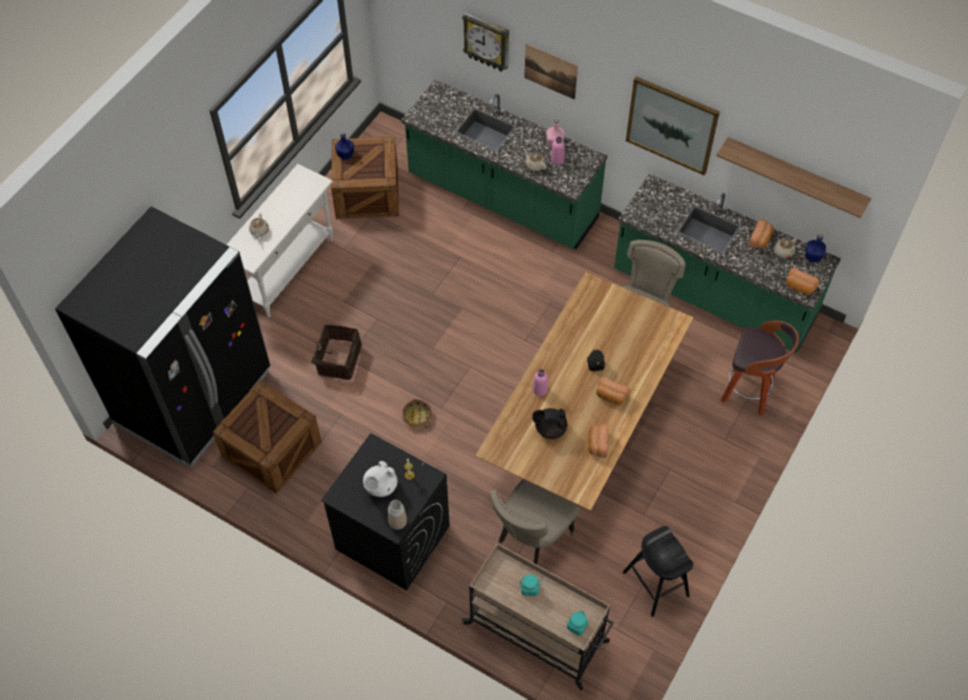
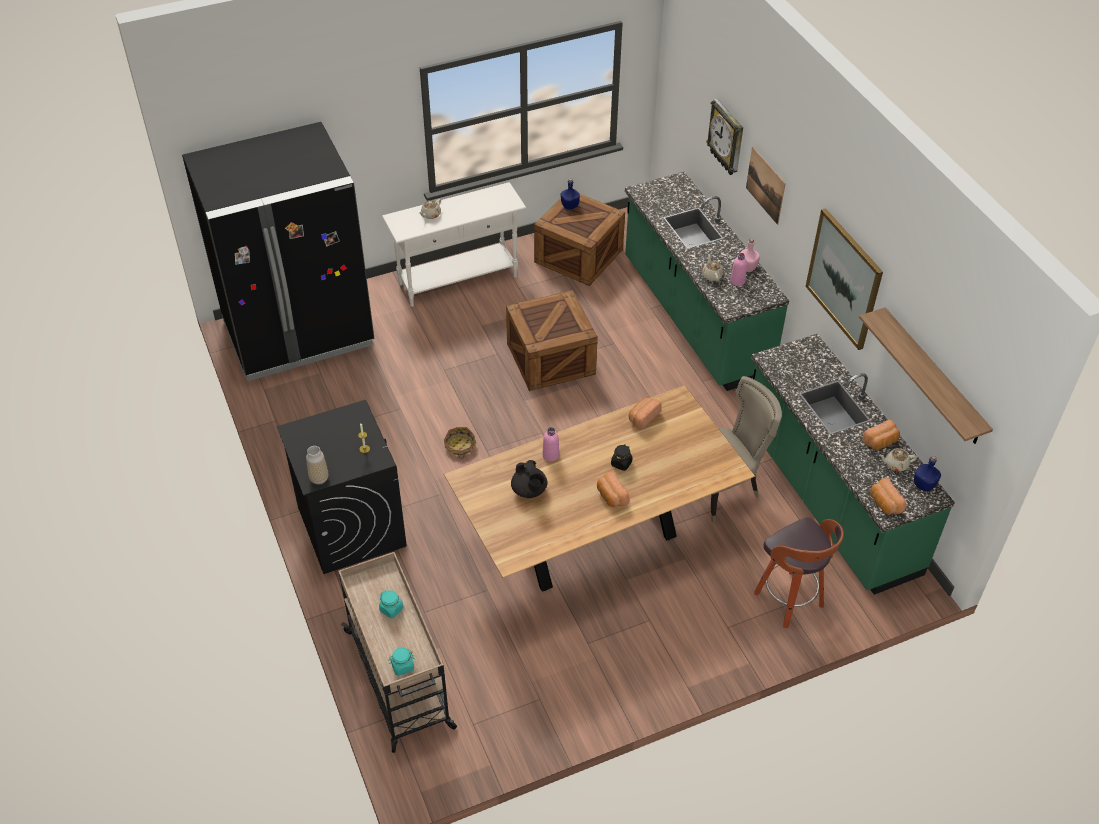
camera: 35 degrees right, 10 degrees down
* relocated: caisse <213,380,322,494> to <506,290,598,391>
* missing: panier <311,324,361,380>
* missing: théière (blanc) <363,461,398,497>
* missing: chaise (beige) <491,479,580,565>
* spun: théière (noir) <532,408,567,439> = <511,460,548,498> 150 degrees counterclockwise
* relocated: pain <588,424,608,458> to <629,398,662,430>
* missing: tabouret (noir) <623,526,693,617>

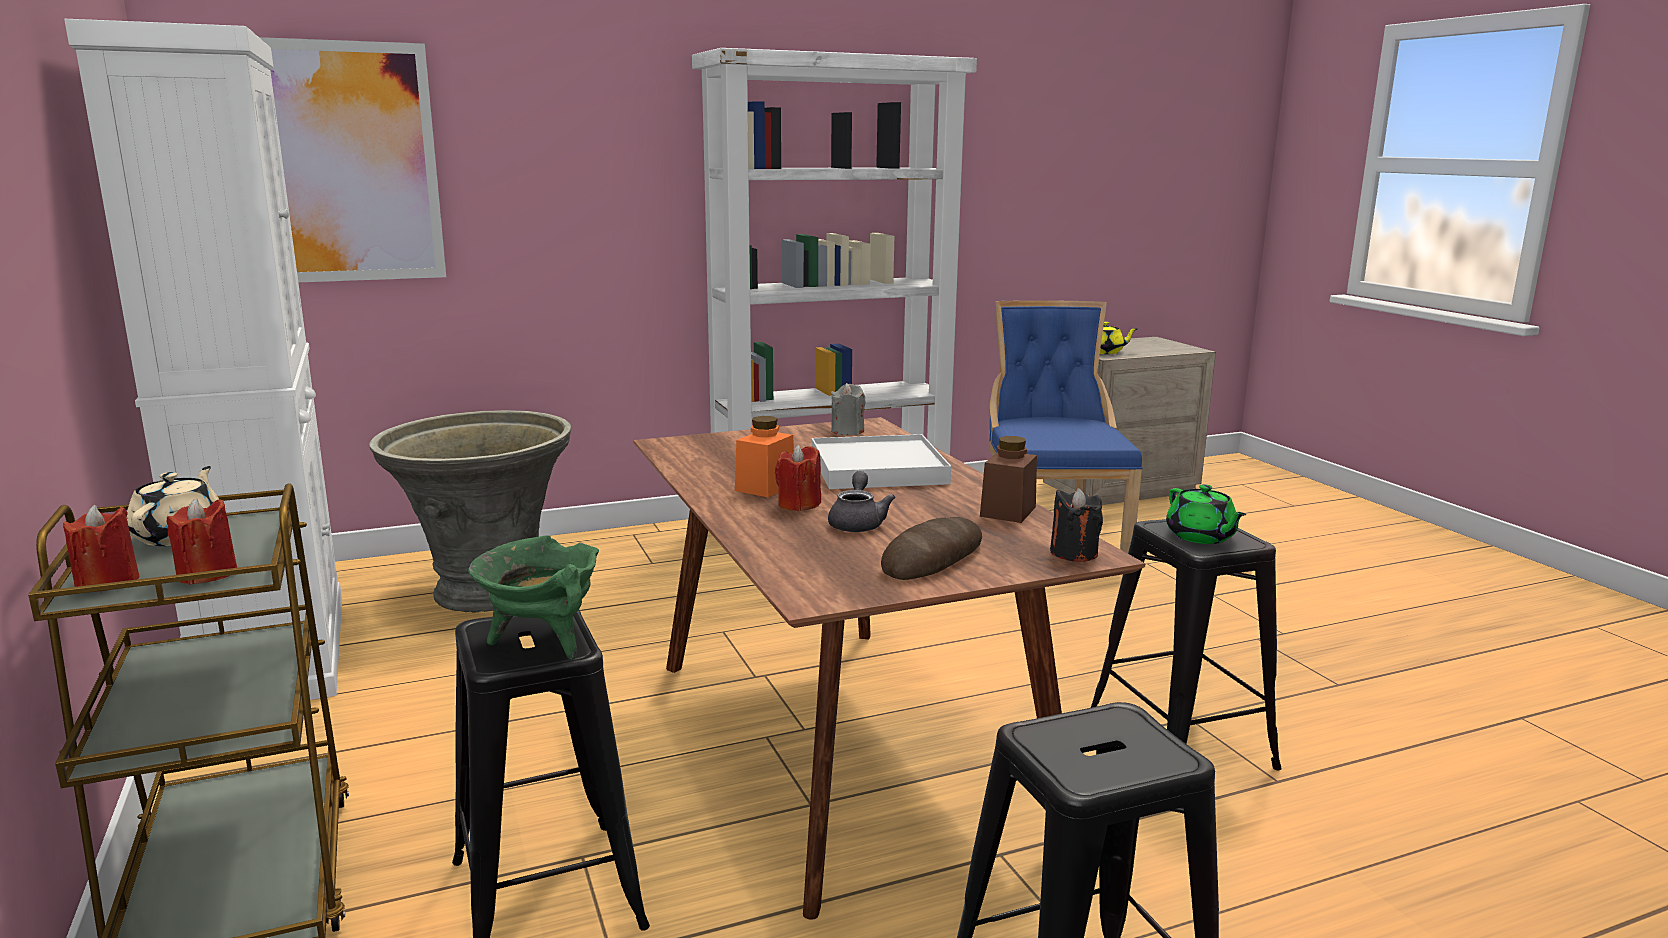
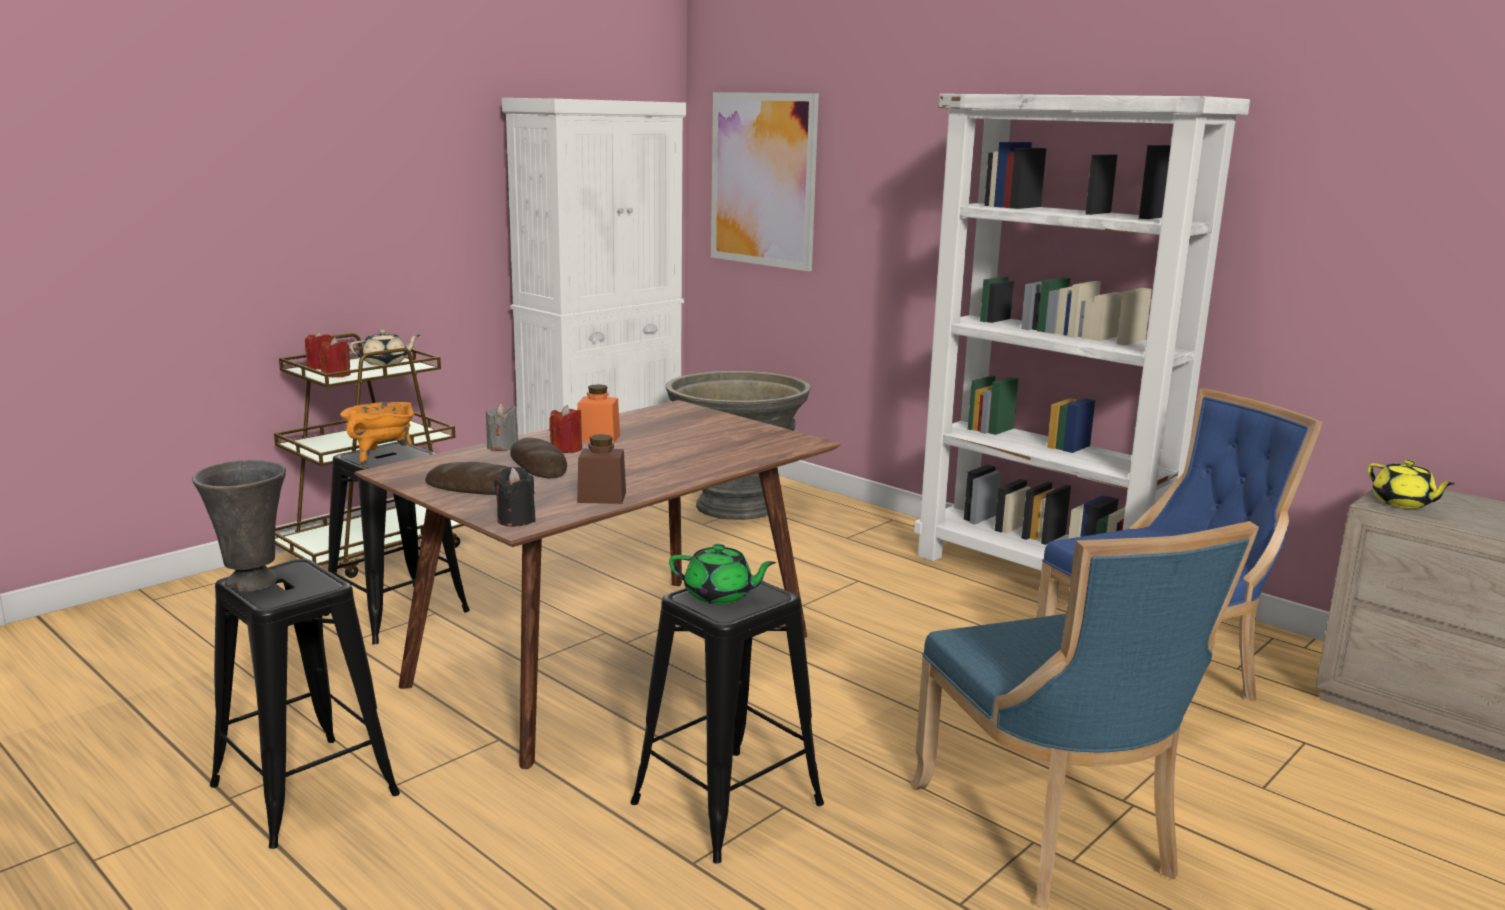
camera: 65 degrees right, 0 degrees up
* colour: marmite (vert) <468,536,599,659> to marmite (orange) <340,402,415,466>
* missing: plateau (blanc) <812,434,951,489>
* exchanged: théière (gris) <828,471,896,532> to pain <510,438,567,478>
* relocated: bougie (gris) <831,383,865,435> to <486,403,518,451>
* spun: théière (vert) <1166,484,1247,544> = <669,544,776,604> 120 degrees counterclockwise
* appeared: vase (gris) <192,460,286,591>
* appeared: chaise (bleu) <910,521,1259,909>

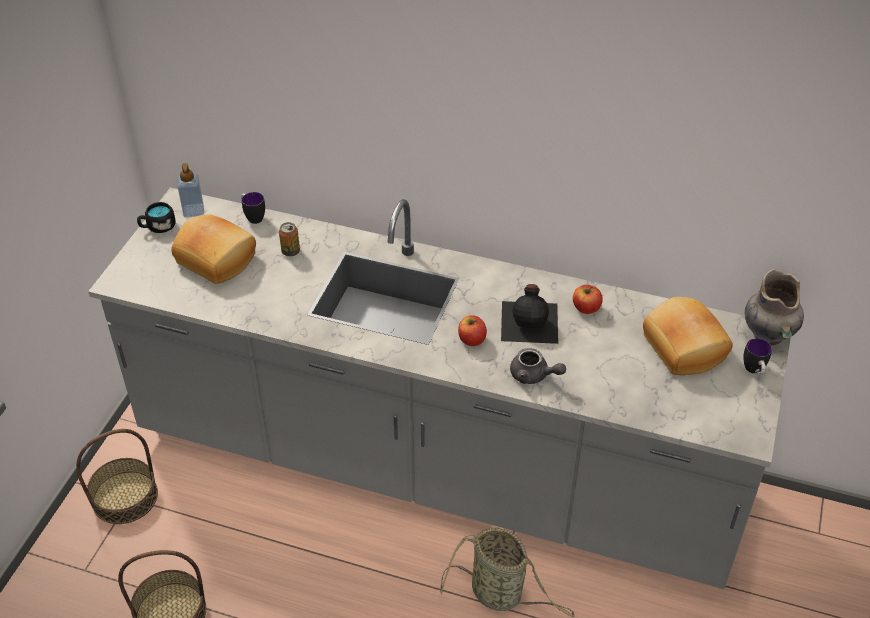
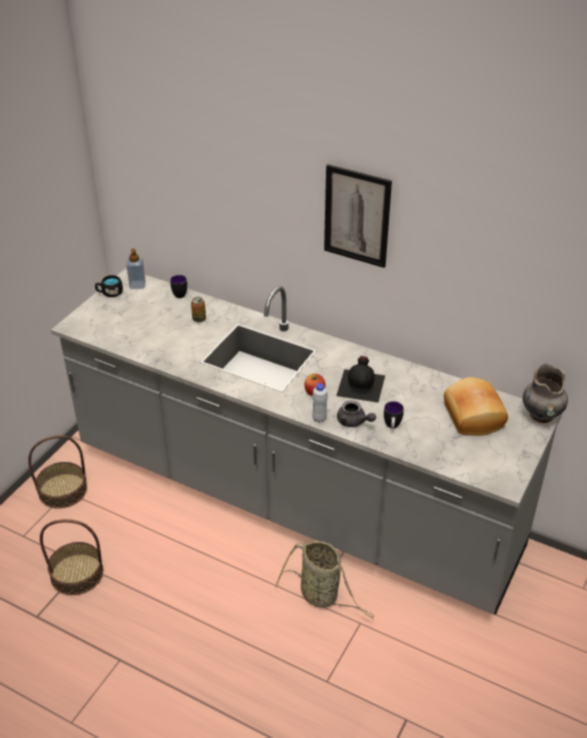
camera: 10 degrees right, 5 degrees down
* missing: pain <171,214,256,284>
* missing: pomme <573,285,603,314>
* relocated: mug <743,338,772,374> to <384,401,404,429>
* appeared: bouteille (blanc) <312,383,328,423>
* appeared: tableau <324,164,392,268>

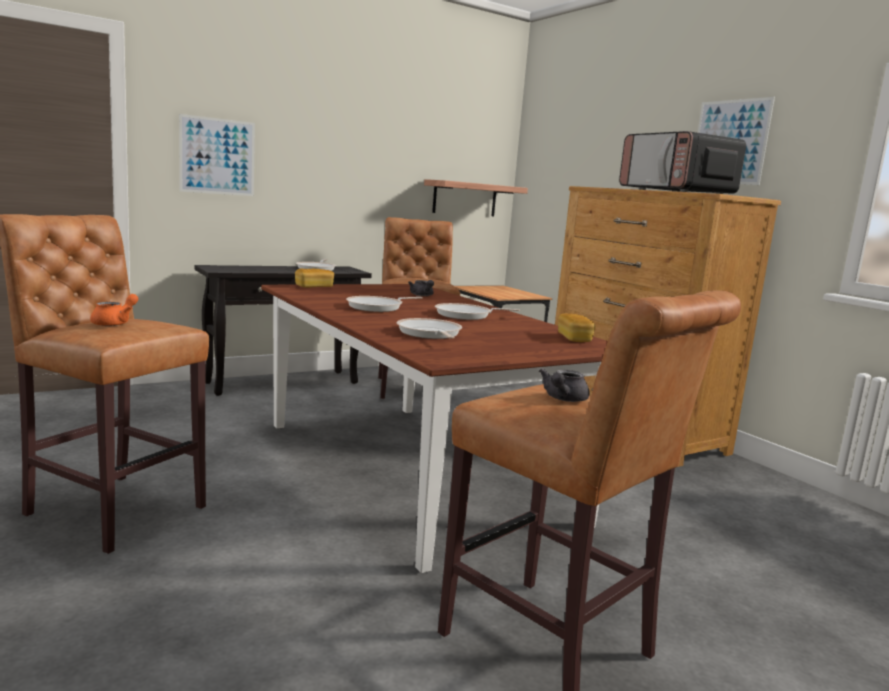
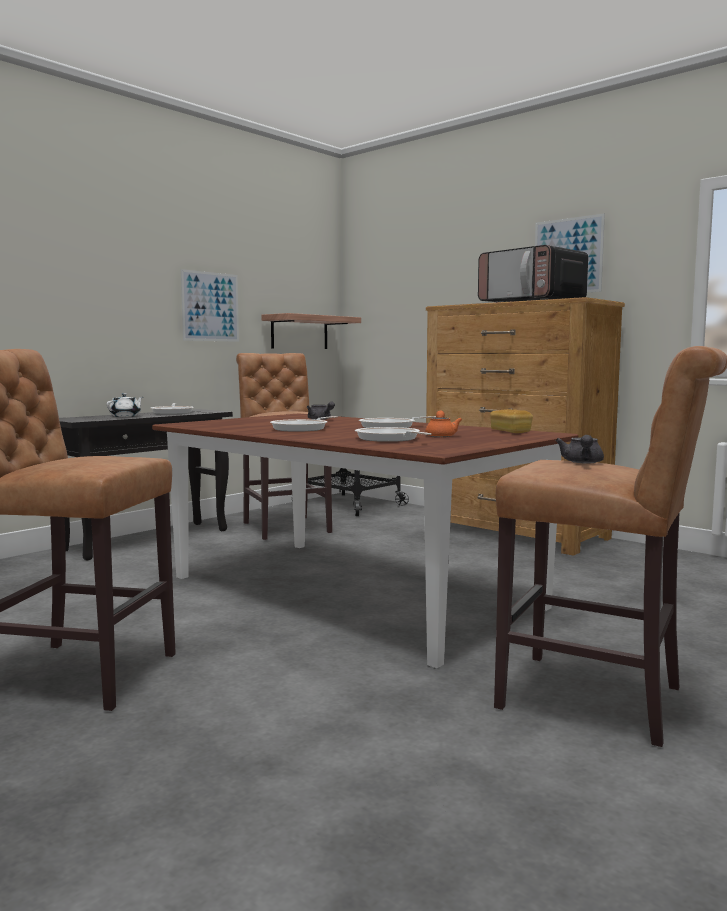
camera: 15 degrees left, 5 degrees down
* relocated: théière (orange) <90,294,138,326> to <425,411,462,437>
* relocated: tableau <179,114,255,196> to <181,269,239,342>
* missing: pain <295,268,334,288>
* appeared: théière (blanc) <107,393,143,417>

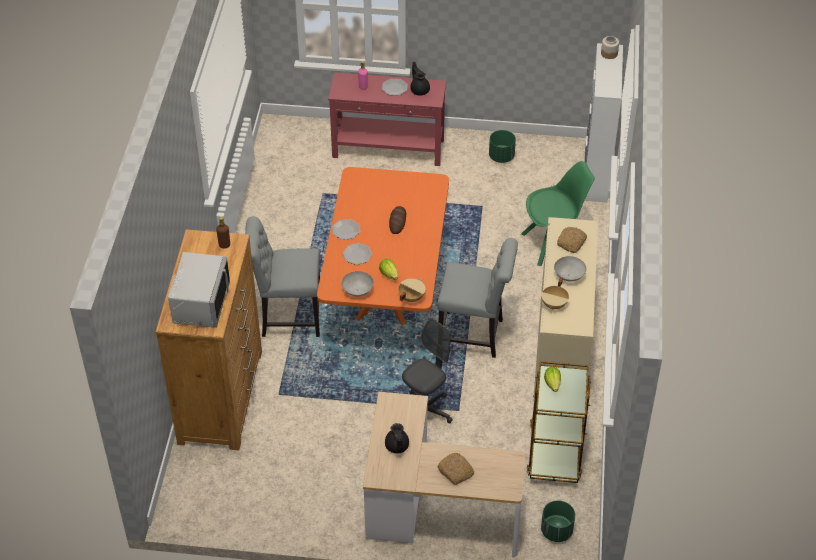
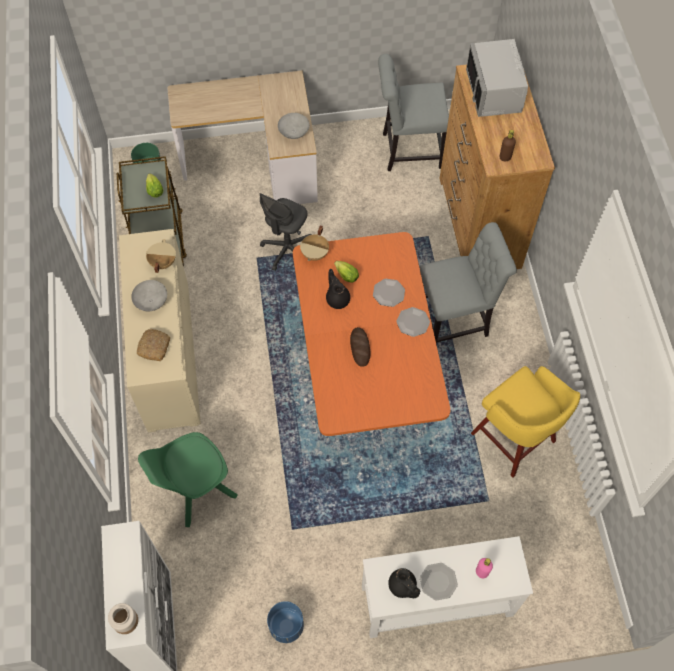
camera: 165 degrees right, 15 degrees up
* colour: table console (rouge) <328,72,446,166> to table console (blanc) <362,536,533,638>
* relocated: bol (gris) <342,271,374,297> to <278,113,310,139>
* relocated: théière (noir) <385,423,409,454> to <326,269,350,309>
* relocated: chaise (gris) <437,238,518,358> to <378,54,449,171>
* missing: pain <437,453,474,485>
* colour: cache-pot (vert) <489,130,516,163> to cache-pot (bleu) <267,601,304,643>
* appeared: tabouret (jaune) <471,366,580,477>

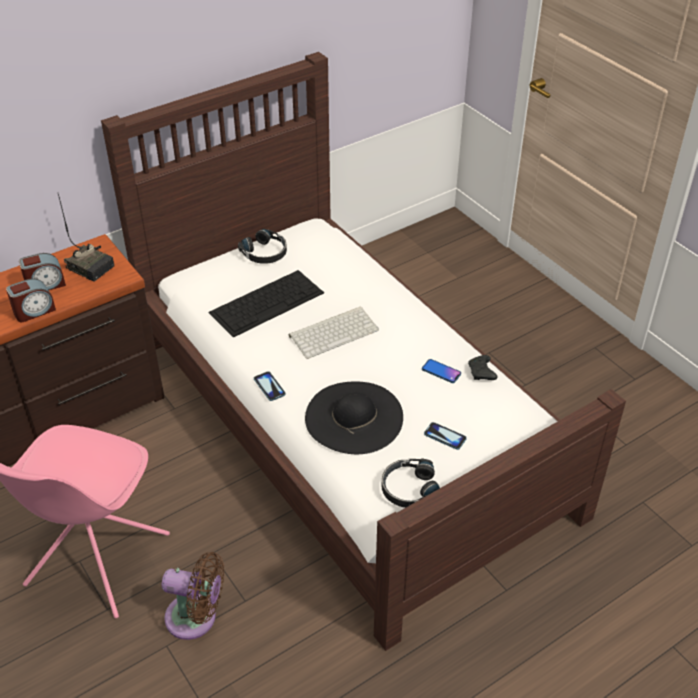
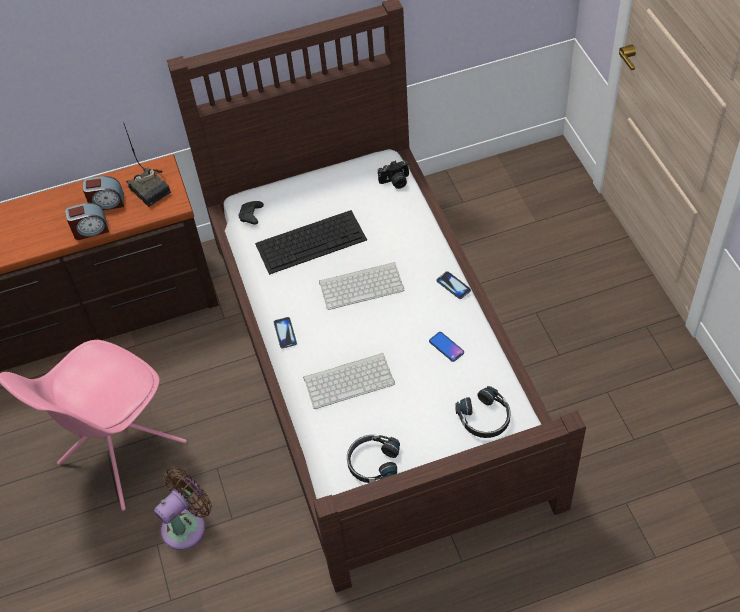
camera: 20 degrees right, 10 degrees up
* spun: ventilateur (marron) <162,552,224,640> = <154,466,212,550> 75 degrees counterclockwise
* relocated: casque audio (noir) <238,229,287,264> to <455,386,511,438>
* exchanged: chapeau (noir) <305,381,403,454> to clavier <303,353,395,409>
* relocated: téléphone <424,422,467,450> to <437,271,471,299>
* relocated: manette (noir) <468,355,497,380> to <238,201,264,225>
* appeared: appareil photo <378,161,410,189>

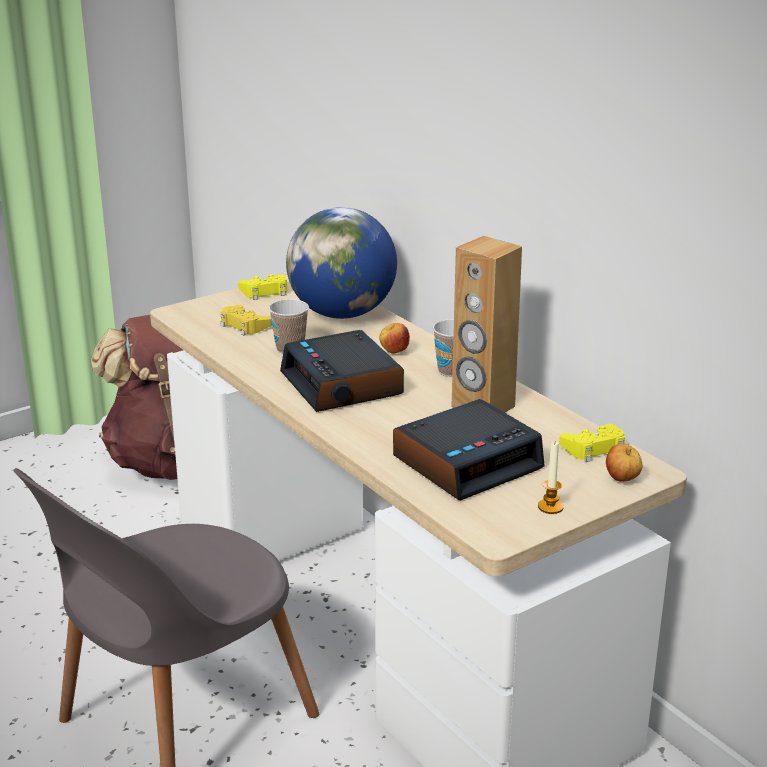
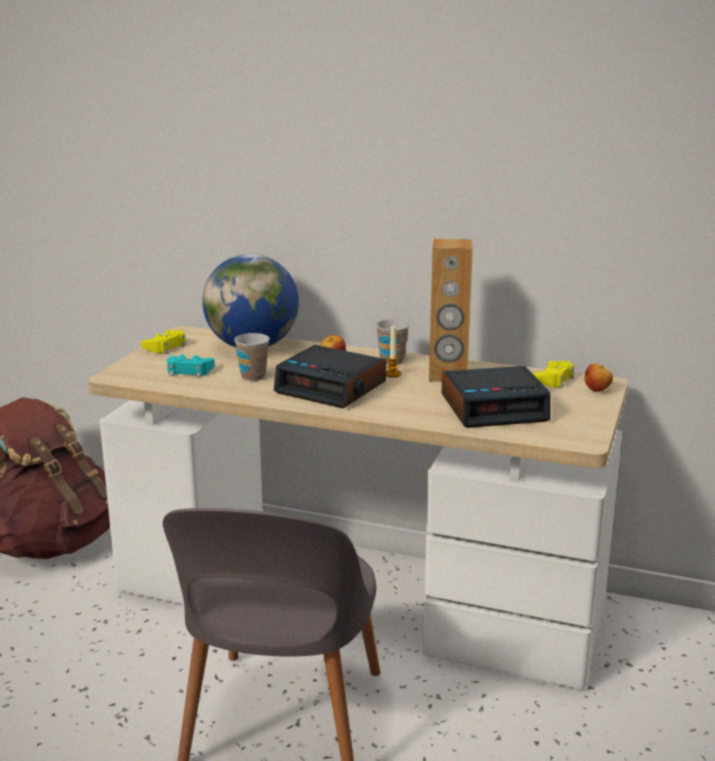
camera: 35 degrees left, 5 degrees down
* colour: manette (jaune) <221,305,272,336> to manette (turquoise) <167,354,215,377>
* spun: réveil <393,399,545,501> = <442,366,551,428> 60 degrees clockwise
* relocated: bougie <538,442,564,514> to <386,325,402,378>

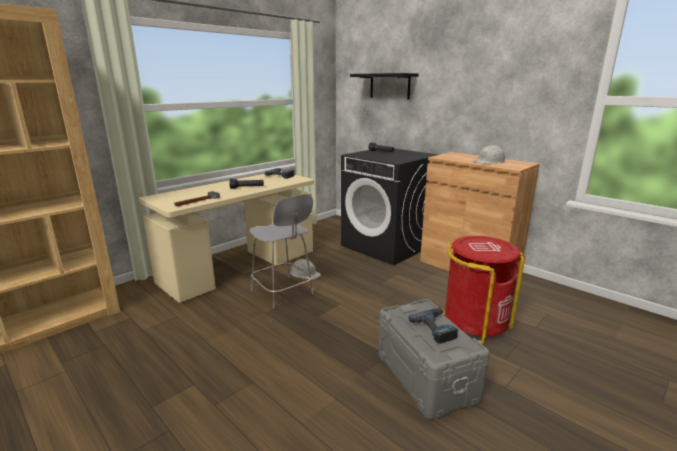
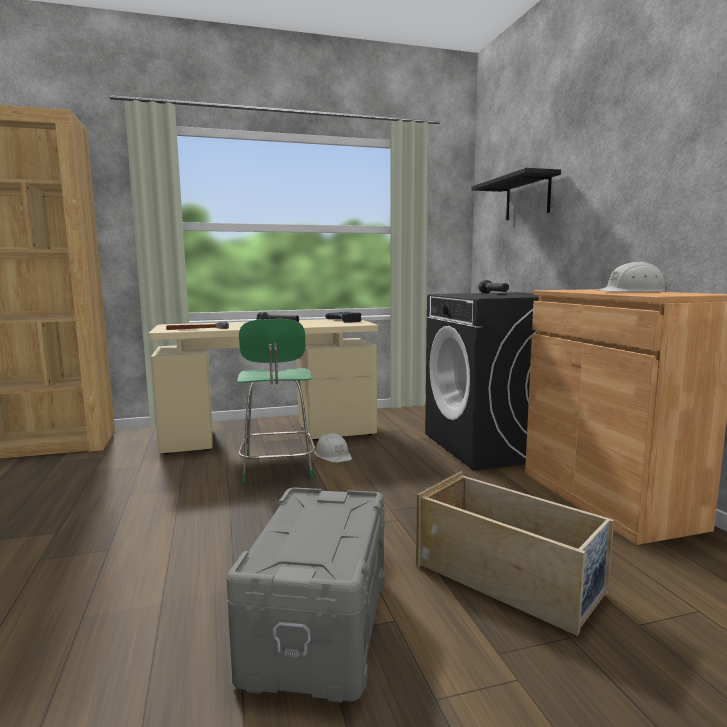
camera: 30 degrees right, 10 degrees down
* colour: chaise (gris) <249,194,314,309> to chaise (vert) <237,319,315,483>
* missing: perceuse <408,308,459,344>
* exchanged: poubelle (rouge) <442,236,526,344> to boîte de rangement (beige) <416,471,614,636>

